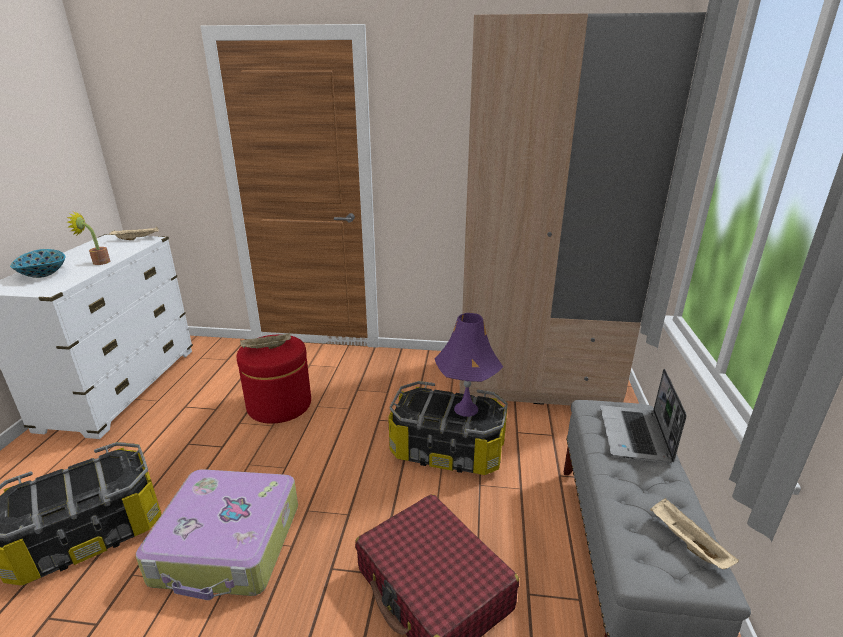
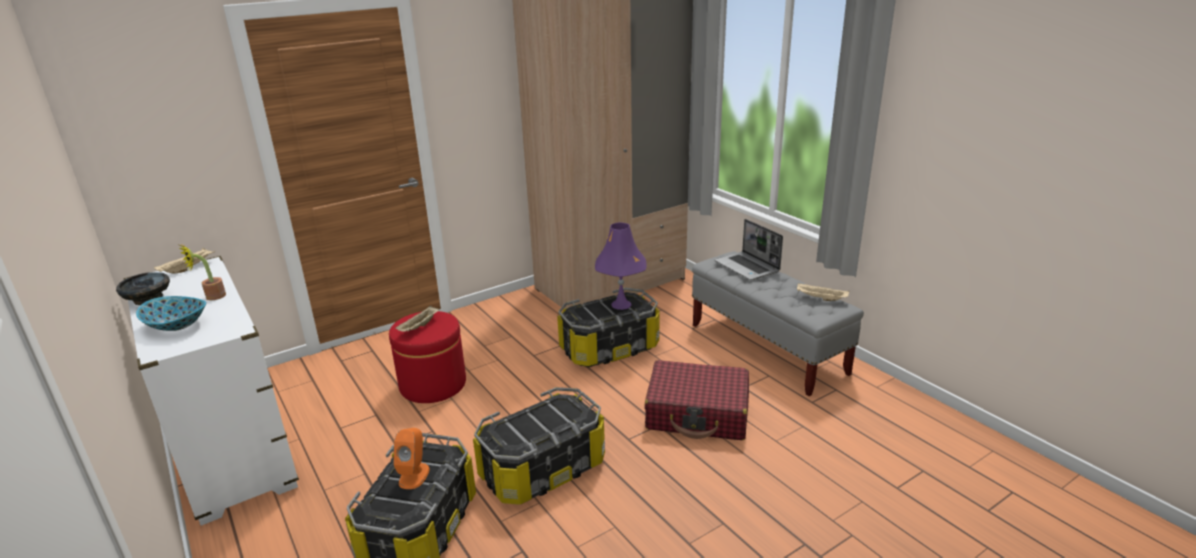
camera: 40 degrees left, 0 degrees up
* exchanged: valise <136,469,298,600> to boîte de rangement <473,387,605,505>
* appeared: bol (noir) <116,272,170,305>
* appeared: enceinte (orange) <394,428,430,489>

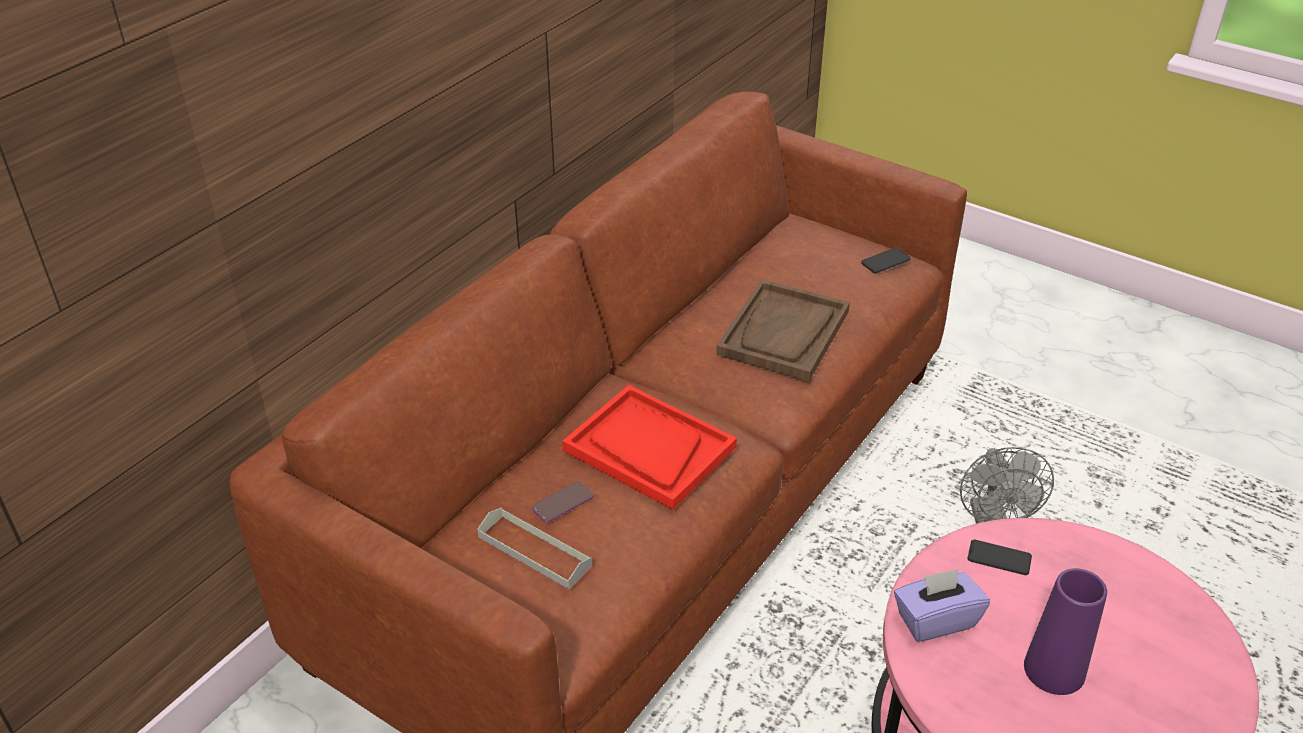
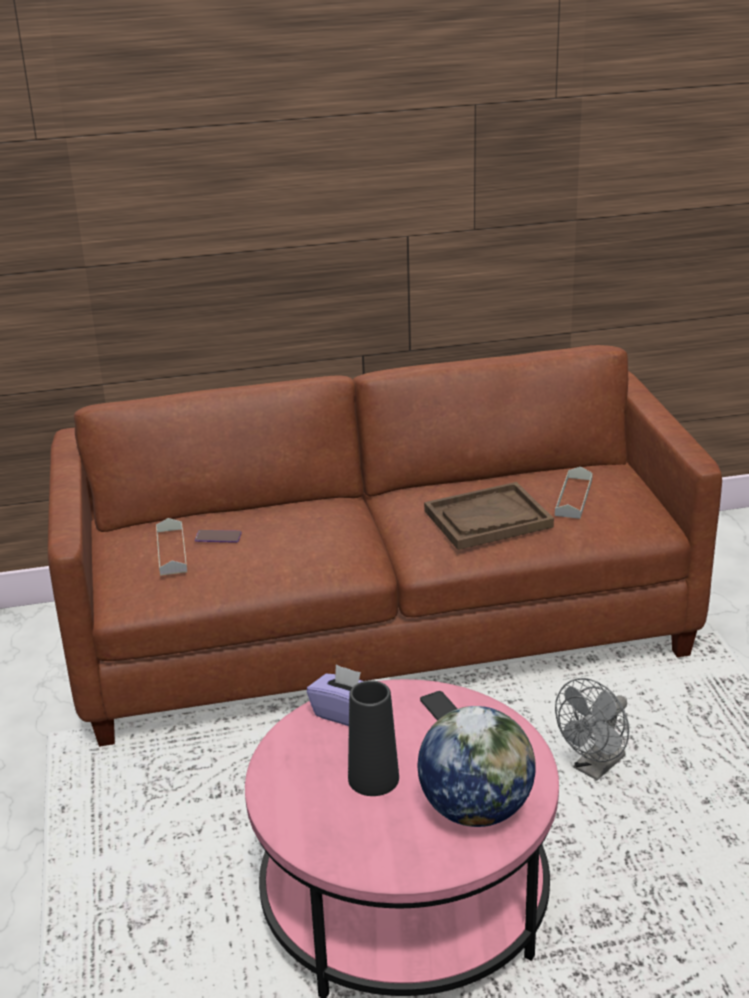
camera: 45 degrees right, 10 degrees down
* missing: plateau (rouge) <562,385,737,510>
* missing: téléphone <861,248,911,273>
* colour: vase (violet) <1024,568,1107,695> to vase (noir) <348,680,399,796>
* appeared: globe <418,706,536,827>
* appeared: plateau (gris) <555,467,593,519>

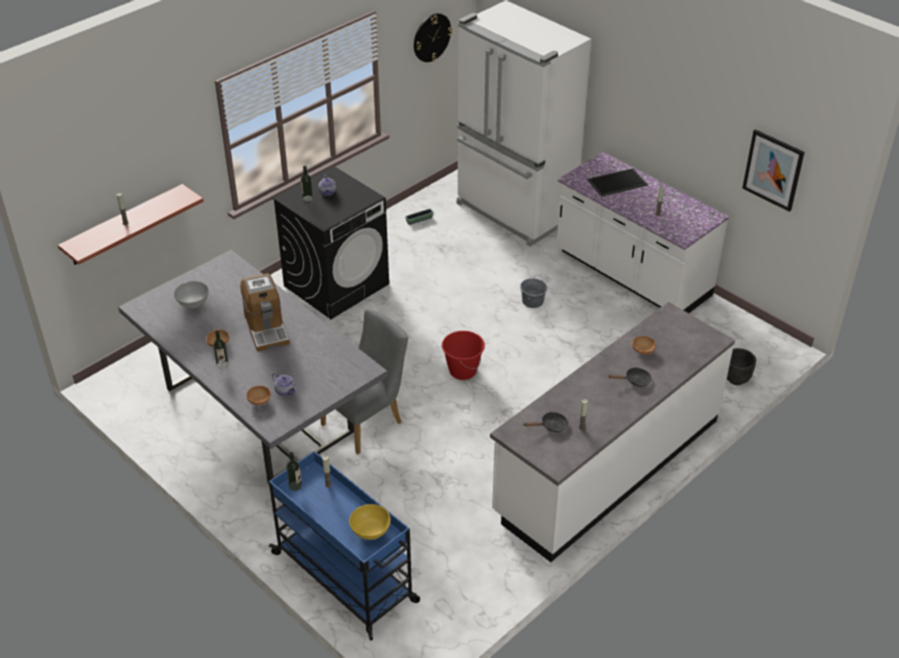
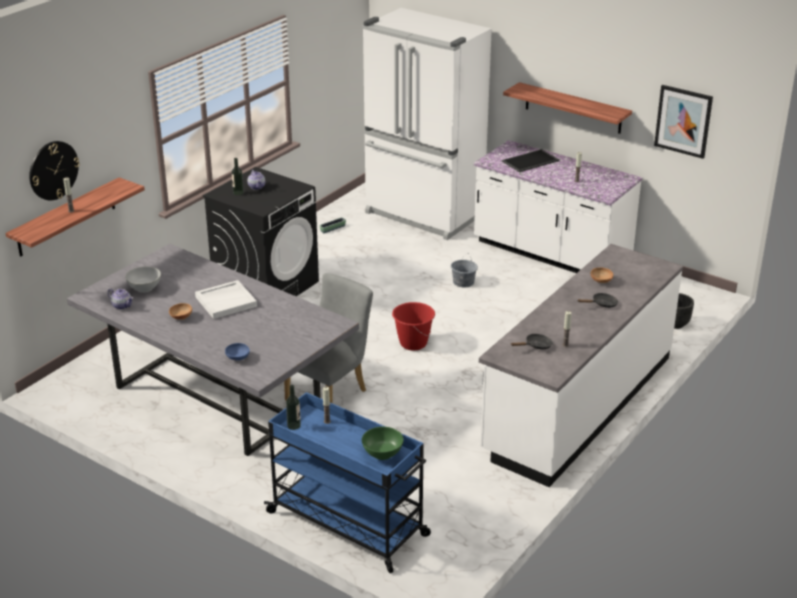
camera: 10 degrees left, 10 degrees down
* missing: bouteille <213,331,229,368>
* exchanged: machine à café <240,273,290,352> to plateau (blanc) <195,280,257,319>
* colour: bol (marron) <246,386,271,405> to bol (bleu) <225,343,250,360>
* relocated: théière <272,373,296,396> to <108,289,133,310>
* colour: bol (jaune) <349,504,391,540> to bol (vert) <362,427,404,460>
* relocated: horloge murale <414,13,452,62> to <29,141,80,201>
* appeared: étagère <503,82,632,134>

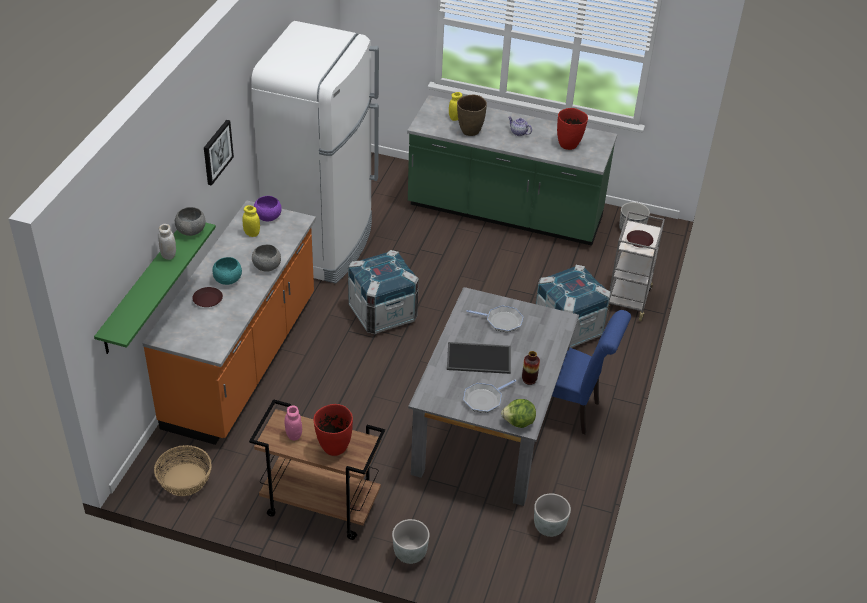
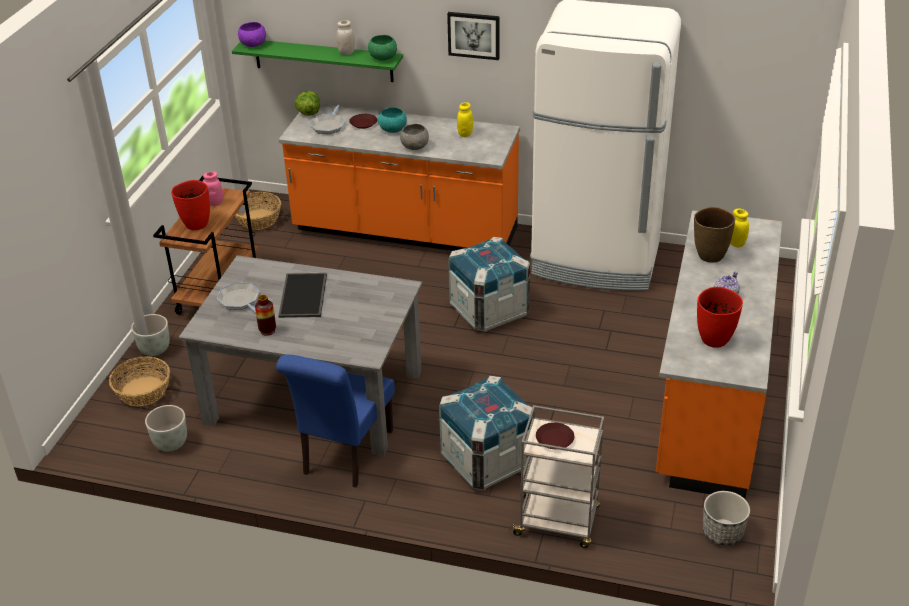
camera: 90 degrees right, 5 degrees down
* colour: bol (gris) <175,207,206,236> to bol (vert) <368,35,397,61>
* relocated: bol (violet) <254,196,282,221> to <238,22,266,47>
* colour: comptoir de cuisine (vert) <407,95,617,246> to comptoir de cuisine (orange) <656,211,782,499>
* relocated: poêle <466,305,523,333> to <310,105,345,134>
* relocated: laitue <501,399,536,428> to <295,91,320,116>
* appeared: panier <109,357,170,406>

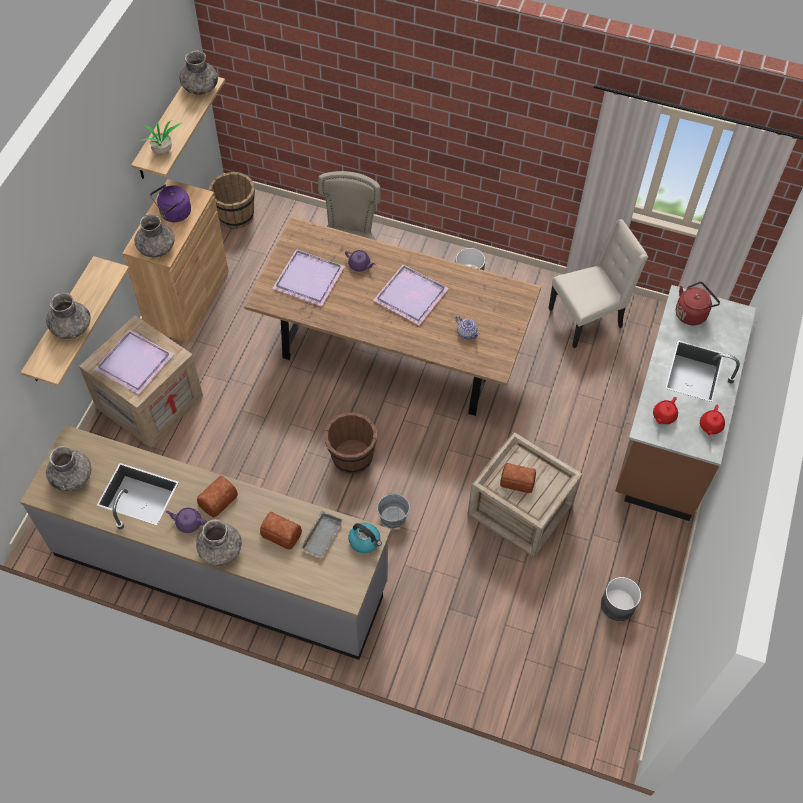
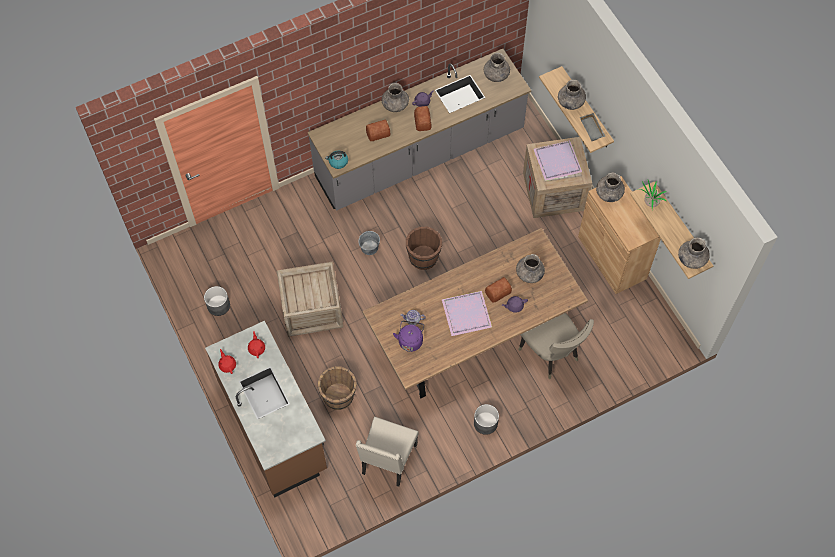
camera: 135 degrees right, 5 degrees up
* relocated: bouilloire (violet) <150,185,191,222> to <393,321,424,352>
* relocated: seau (marron) <209,172,255,229> to <318,366,357,410>
* exchanged: plateau (violet) <272,249,345,306> to vase (gris) <516,254,545,283>
* relocated: plateau (gris) <300,511,343,557> to <580,113,605,141>
* relocated: pain <500,463,536,493> to <485,277,512,303>
* missing: bouilloire (rouge) <676,281,720,325>

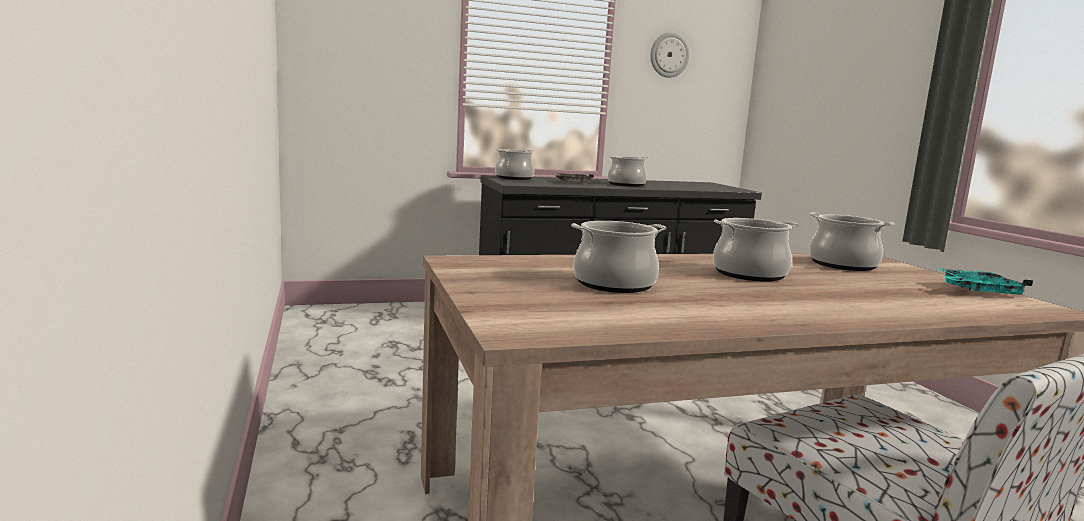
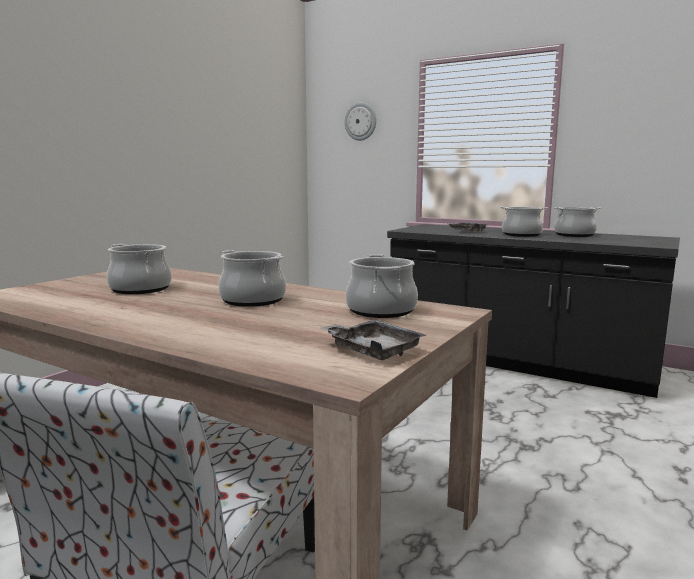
camera: 50 degrees right, 0 degrees up
* relocated: marmite <495,149,534,180> to <553,207,601,237>
* relocated: horloge murale <650,32,690,78> to <345,102,376,141>
* colour: plateau (turquoise) <937,268,1034,294> to plateau (gris) <320,319,426,360>

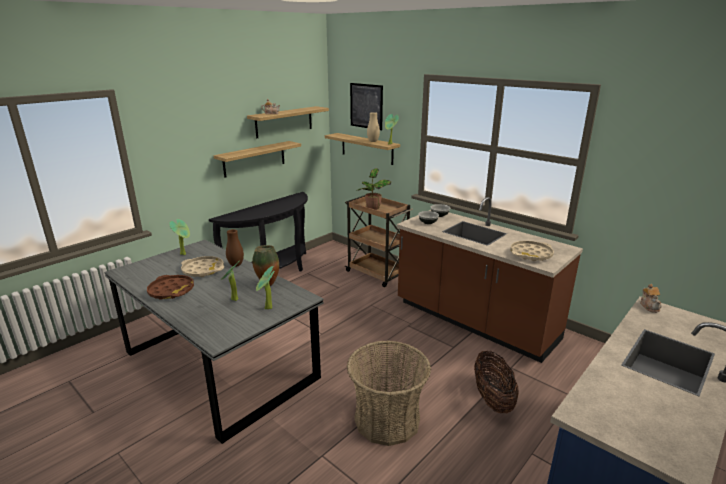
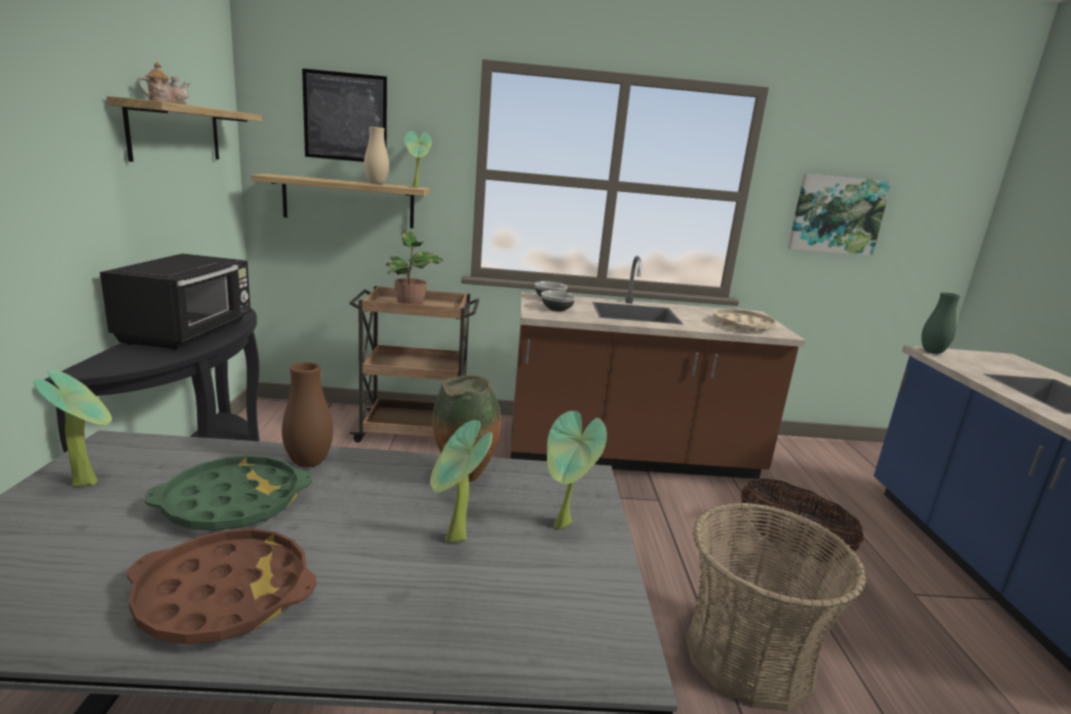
camera: 45 degrees left, 5 degrees down
* colour: plateau (beige) <181,256,224,277> to plateau (vert) <145,456,312,531>
* missing: étagère <213,141,301,178>
* exchanged: théière <640,284,662,313> to vase (vert) <921,292,960,354>
* appeared: micro-ondes (noir) <100,253,251,350>
* appeared: tableau <788,174,892,256>

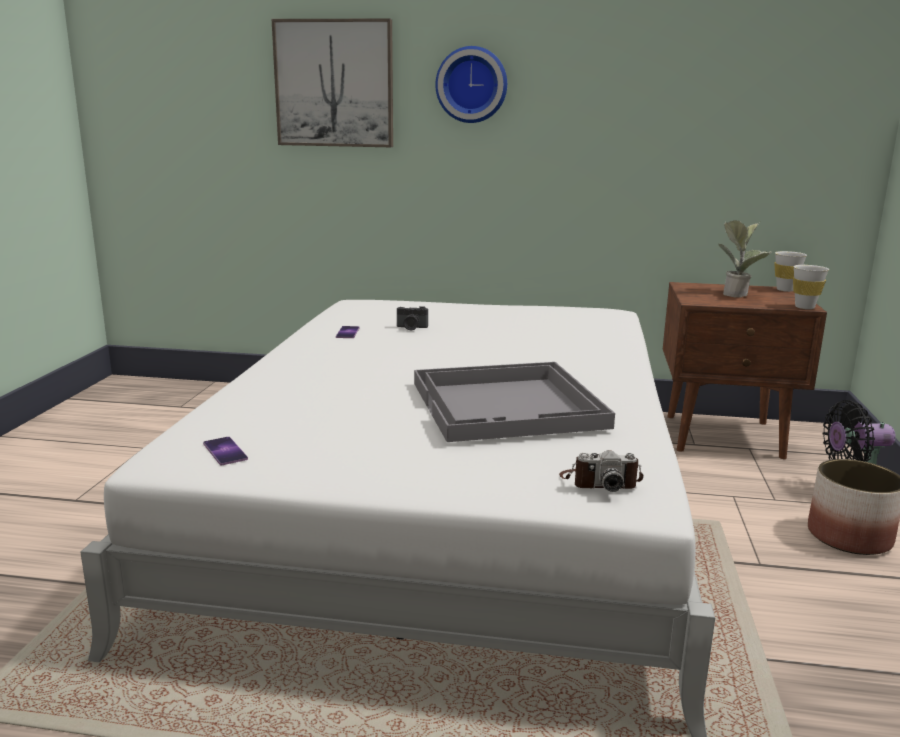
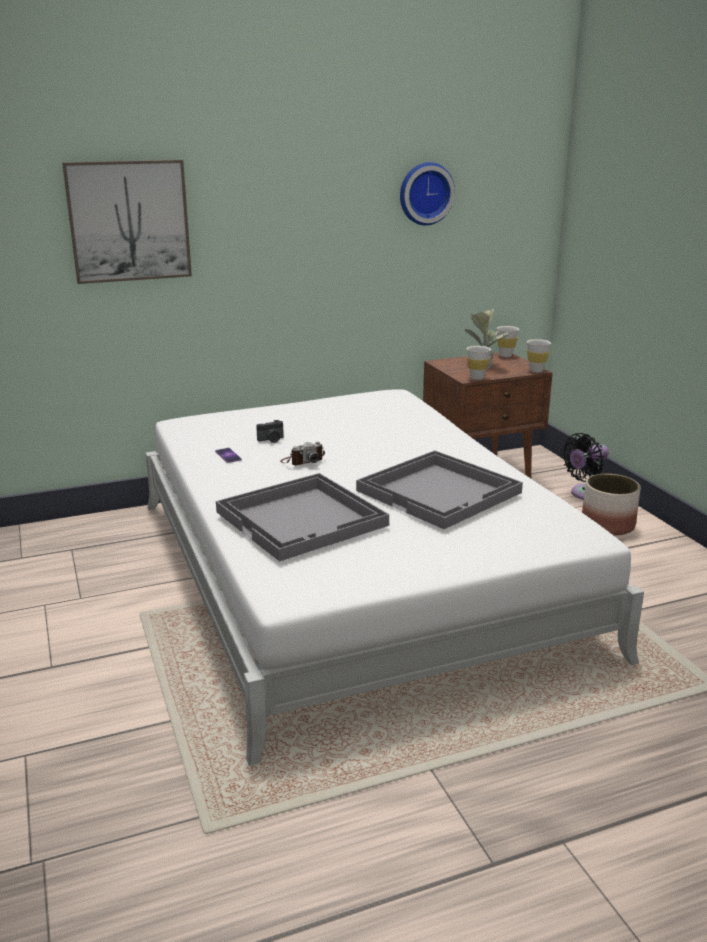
camera: 30 degrees left, 5 degrees up
* missing: téléphone <203,437,248,465>
* relocated: horloge murale <435,46,507,123> to <400,162,455,225>
* relocated: appareil photo <559,450,643,492> to <280,442,325,465>
* appeared: plateau (gris) <216,473,389,561>
* appeared: tasse (blanc) <466,346,491,380>

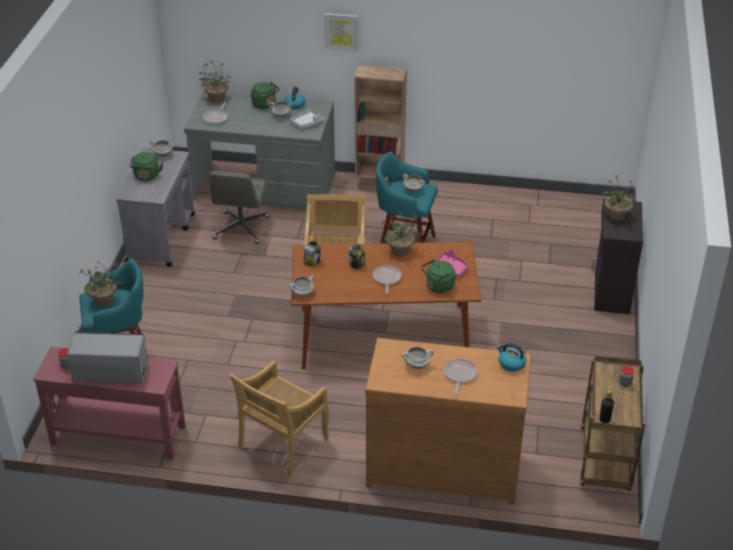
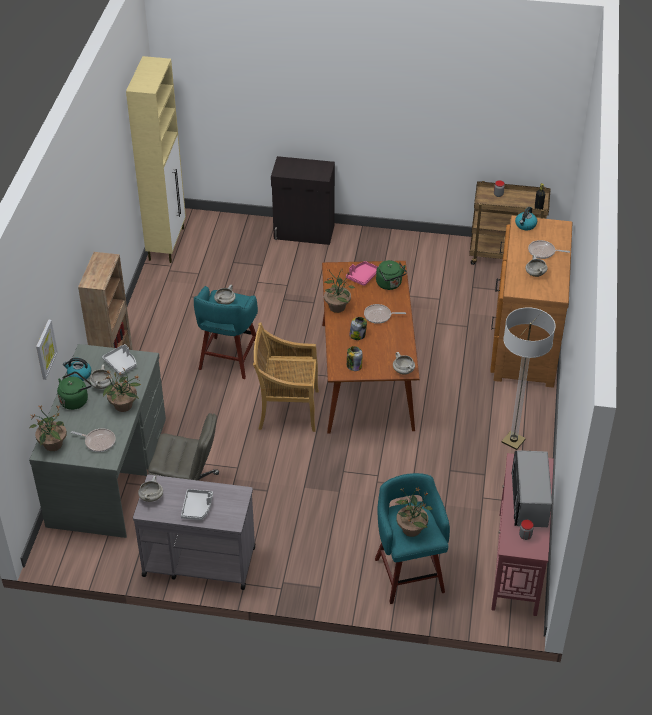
camera: 90 degrees left, 5 degrees up
* exchanged: bouilloire (vert) <129,152,163,181> to plateau (gris) <181,489,213,520>
* exchanged: chaise (beige) <229,361,329,477> to lampadaire <502,307,556,450>
* relocated: tableau <324,13,358,51> to <36,320,58,380>
* relocated: plante en pot <602,175,633,221> to <103,368,141,412>
* appeared: meuble de rangement (beige) <126,56,186,263>

